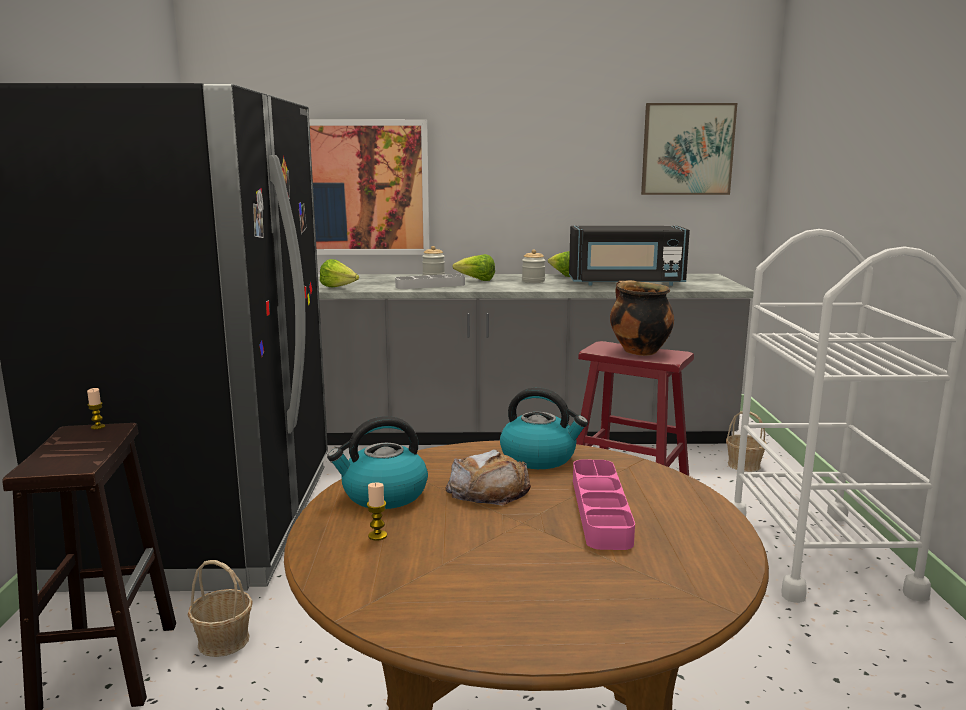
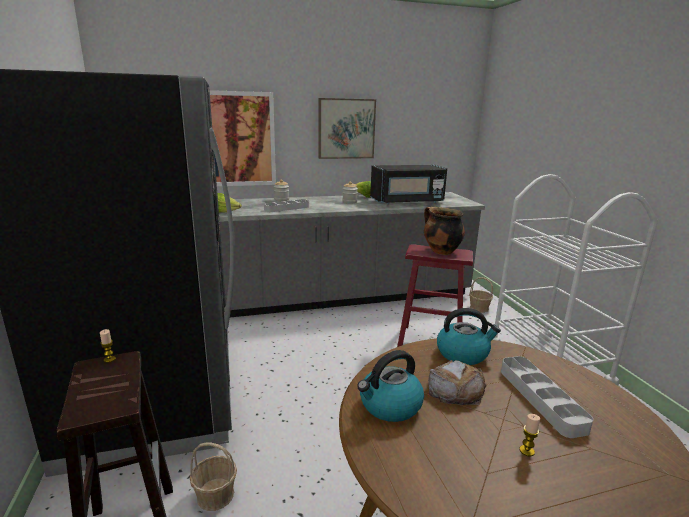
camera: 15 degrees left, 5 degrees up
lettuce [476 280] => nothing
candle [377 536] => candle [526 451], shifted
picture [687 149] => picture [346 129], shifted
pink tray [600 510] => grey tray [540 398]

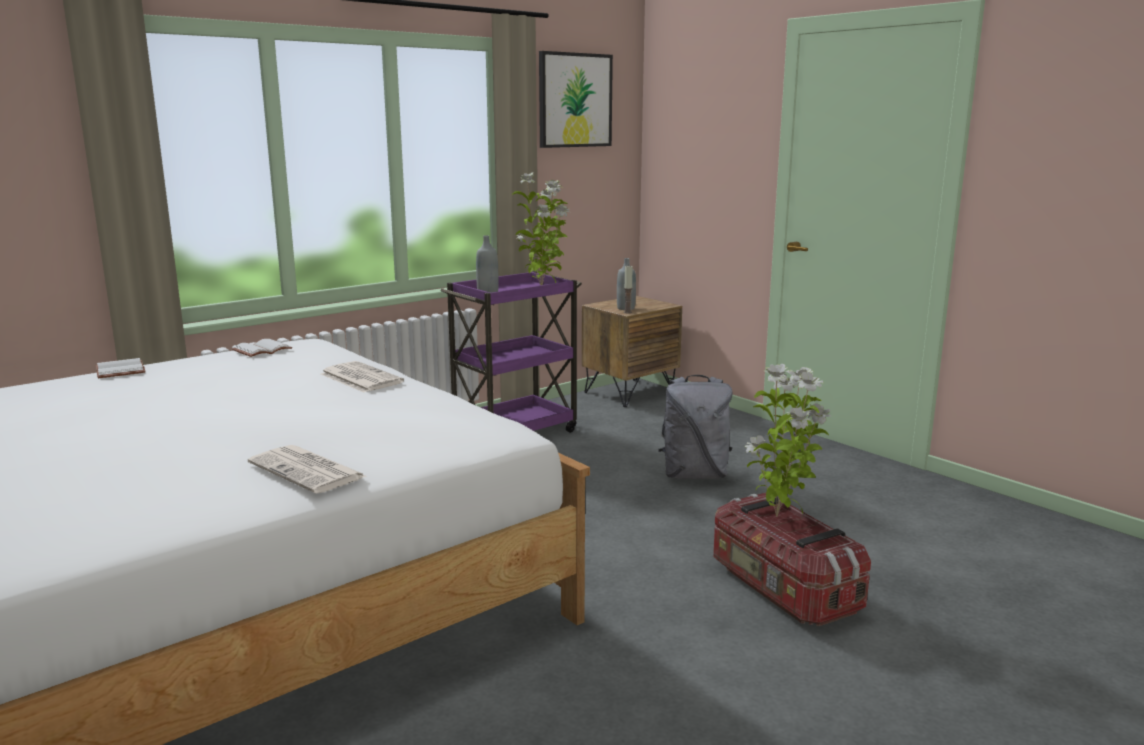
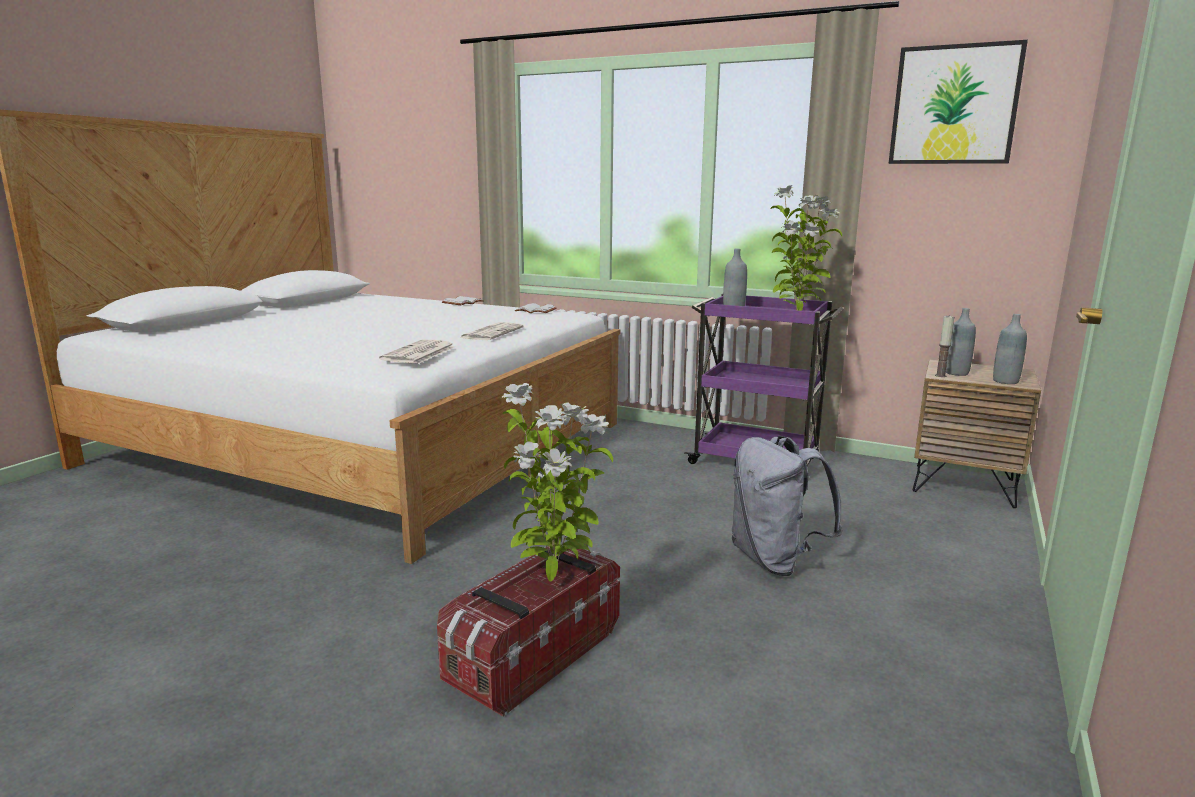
camera: 65 degrees right, 0 degrees up
nothing => grey bottle [1005 381]
newspaper [308 471] => newspaper [419 353], shifted

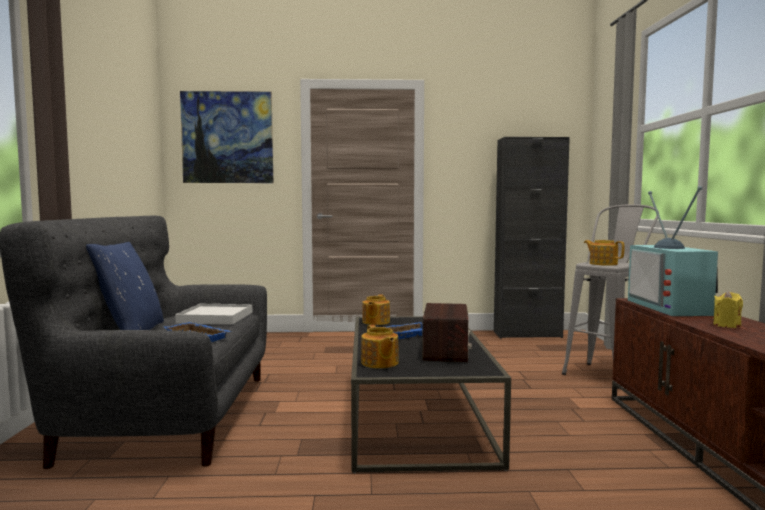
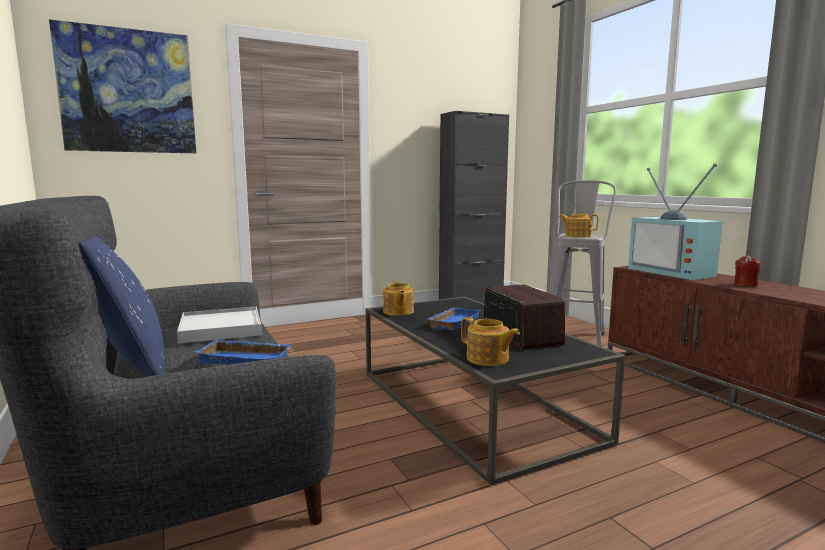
camera: 25 degrees left, 5 degrees up
yellow candle [726 325] => red candle [745 284]

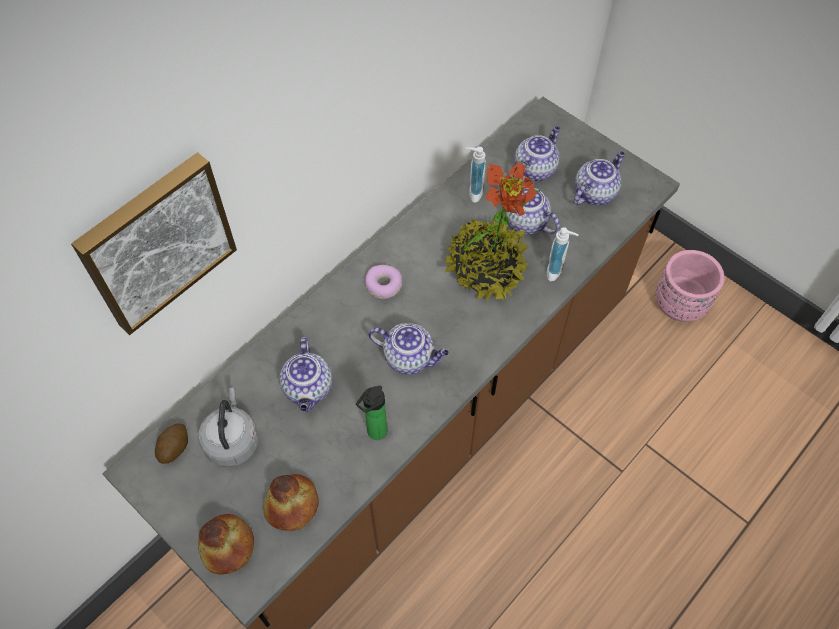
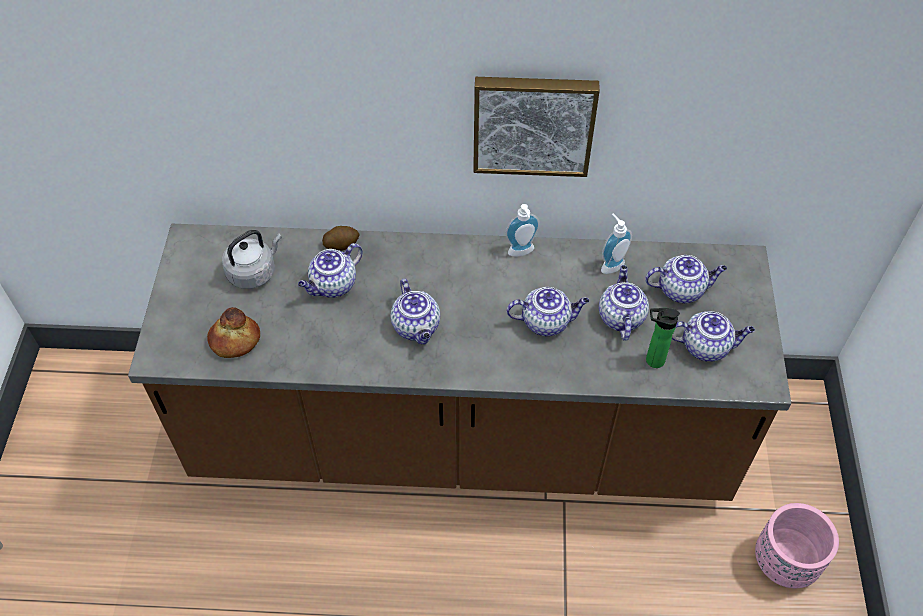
camera: 50 degrees right, 5 degrees down
bread [228 546] => nothing
donut [383 285] => nothing
picture [156 242] => picture [533 123], shifted
potato [174 447] => potato [341 244], shifted
bottle [375 433] => bottle [652 360], shifted
soap dispenser [557 271] => soap dispenser [522 253], shifted
potted plant [486 269] => teapot [546 321]

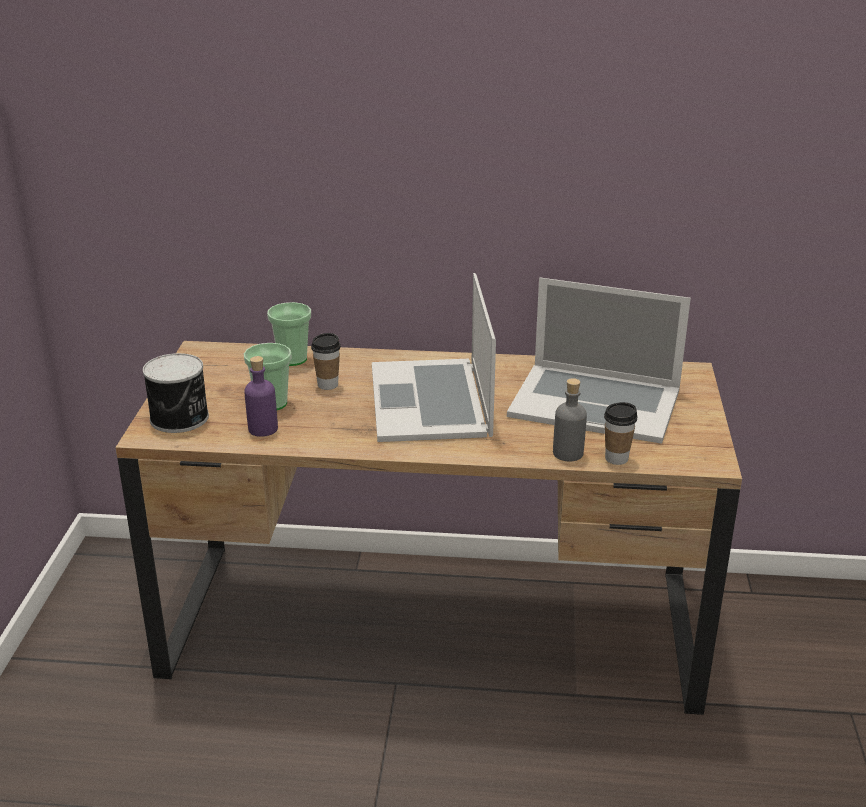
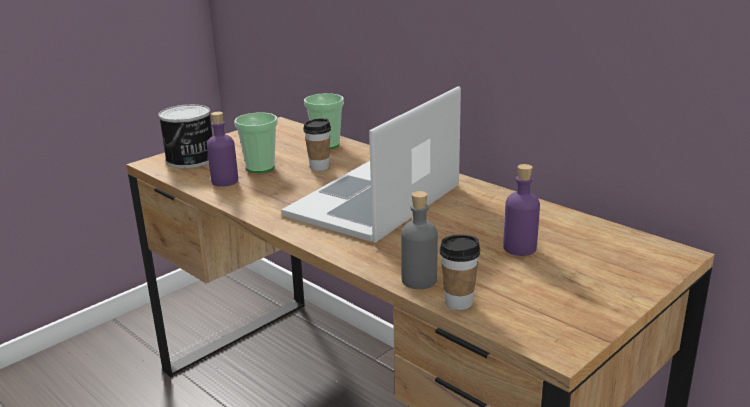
camera: 40 degrees right, 5 degrees down
laptop [595 402] => purple bottle [519 248]

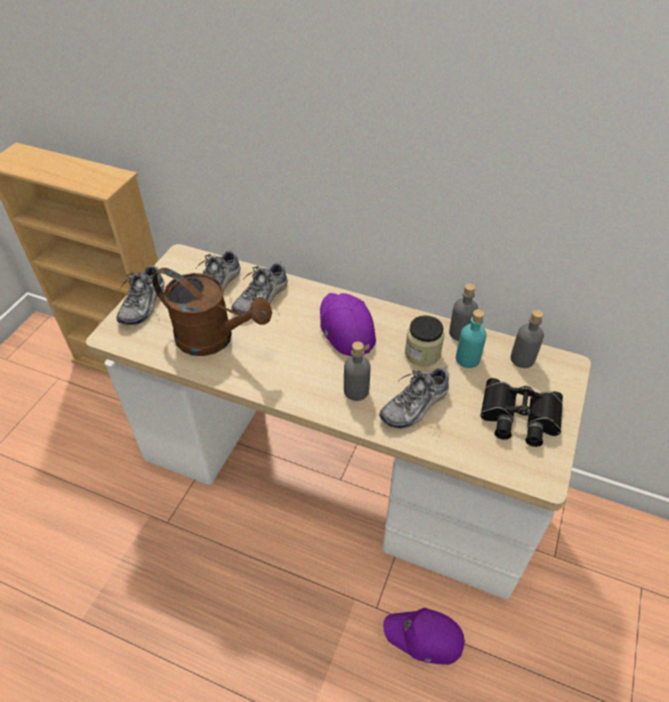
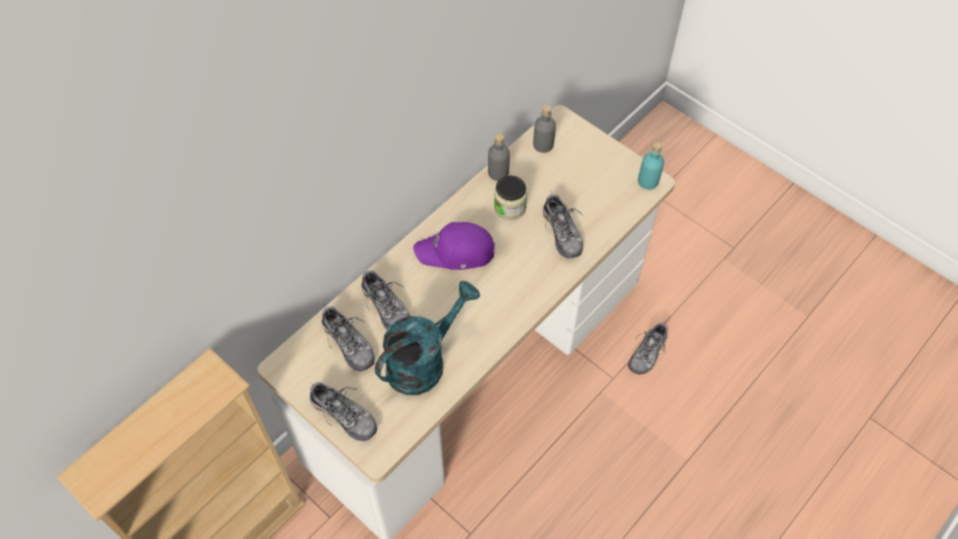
camera: 70 degrees left, 10 degrees up
grey bottle [356 391] => nothing
black binoculars [519 418] => nothing
turquoise bottle [467 359] => turquoise bottle [648 181], shifted
purple cap [424 638] => shoe [648 352]
brown watering can [214 339] => turquoise watering can [423 361]

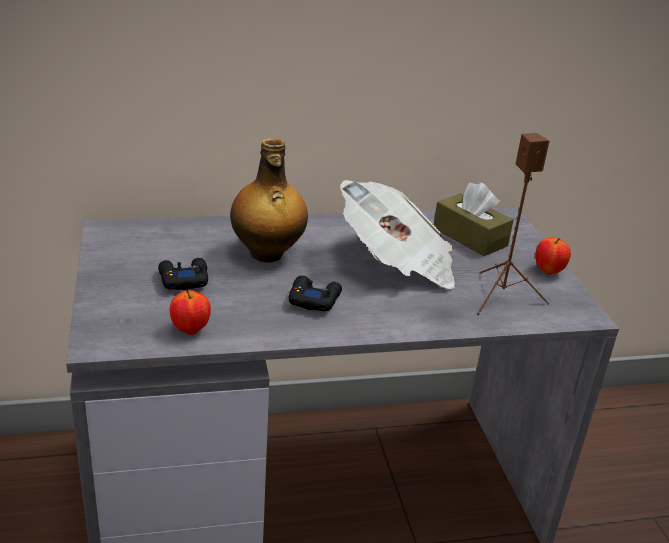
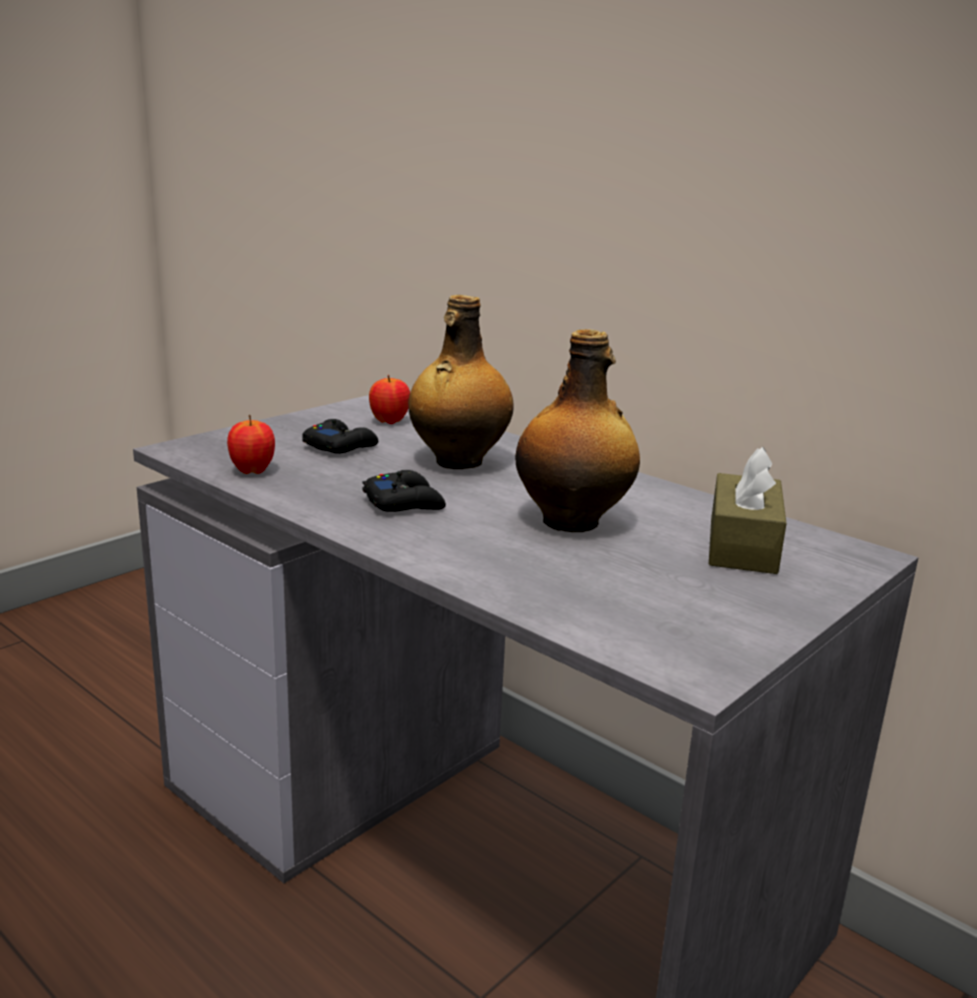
camera: 55 degrees right, 10 degrees down
brown speaker [503 296] => nothing
apple [548 271] => apple [389 422], shifted
newspaper [397 263] => bottle [573 522]

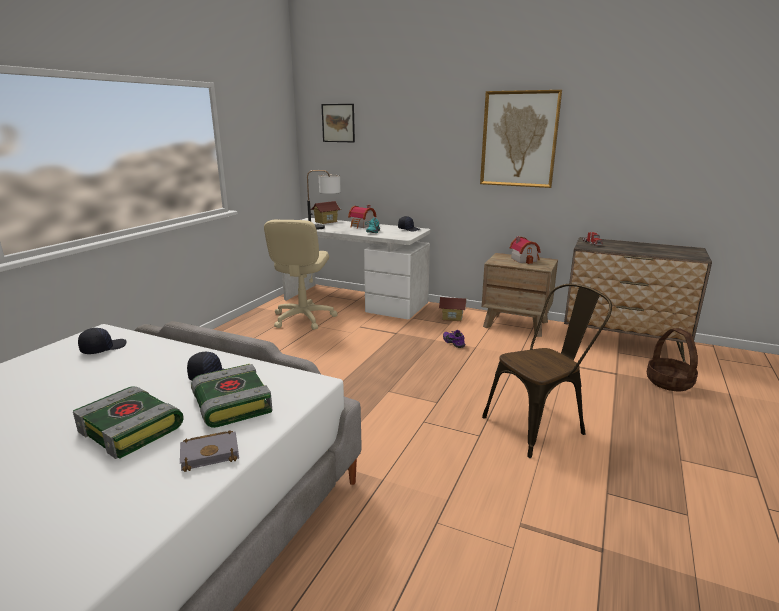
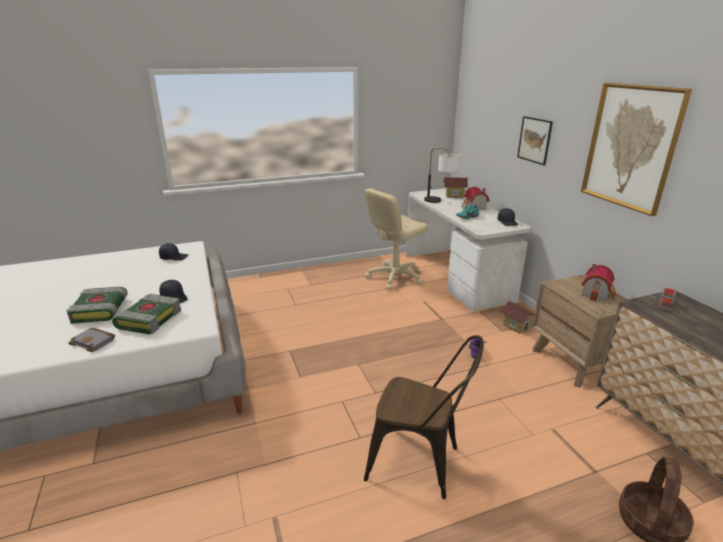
camera: 45 degrees right, 5 degrees up
picture [338 123] => picture [534 140], shifted

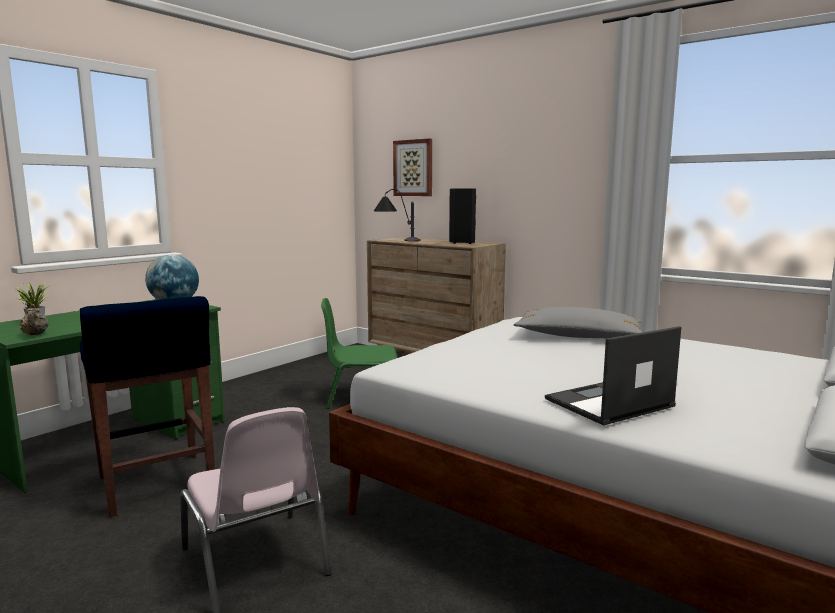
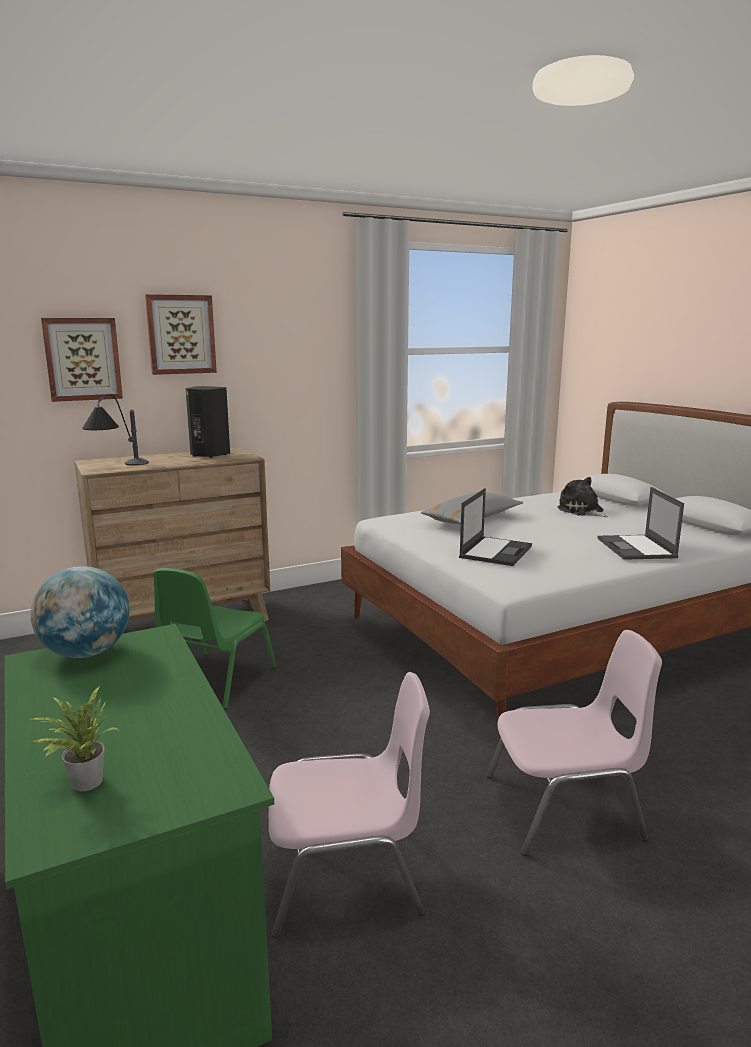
camera: 65 degrees left, 5 degrees up
beige teapot [35 335] => nothing
nothing => picture [181 334]
nothing => laptop [496 551]
nothing => plush toy [582 511]
blue stool [156 484] => pink chair [346 874]

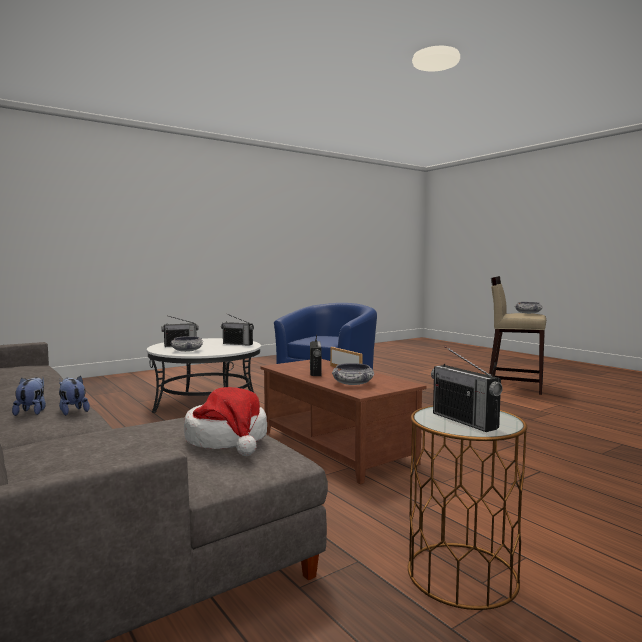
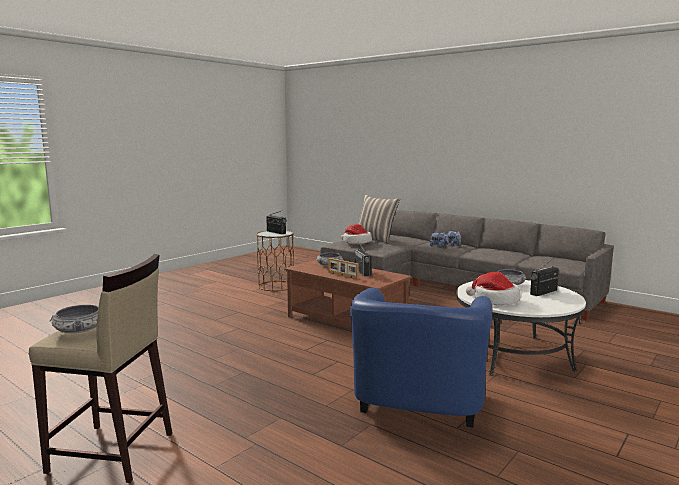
camera: 165 degrees right, 5 degrees up
nothing => pillow [376 239]
radio [238 344] => hat [494 300]

